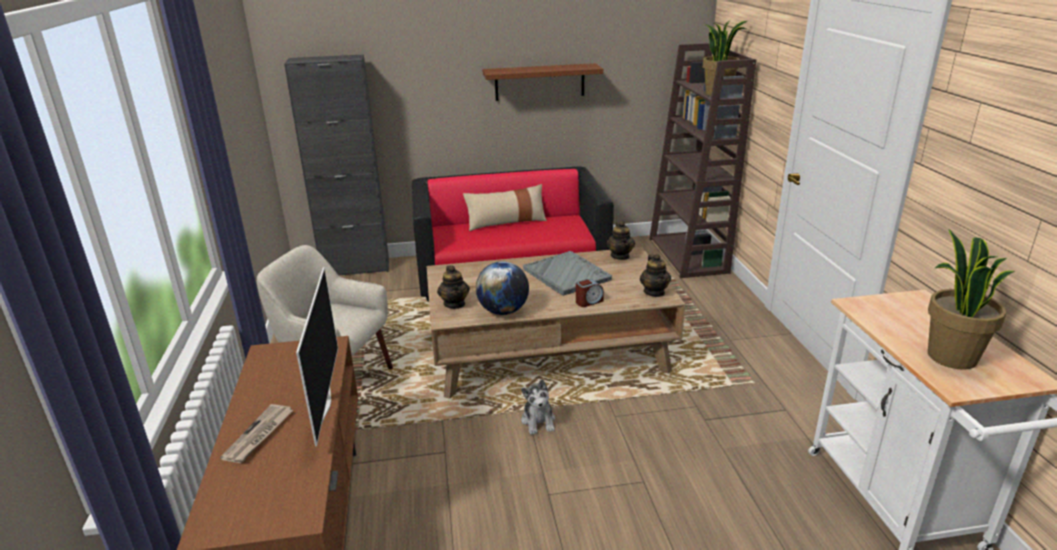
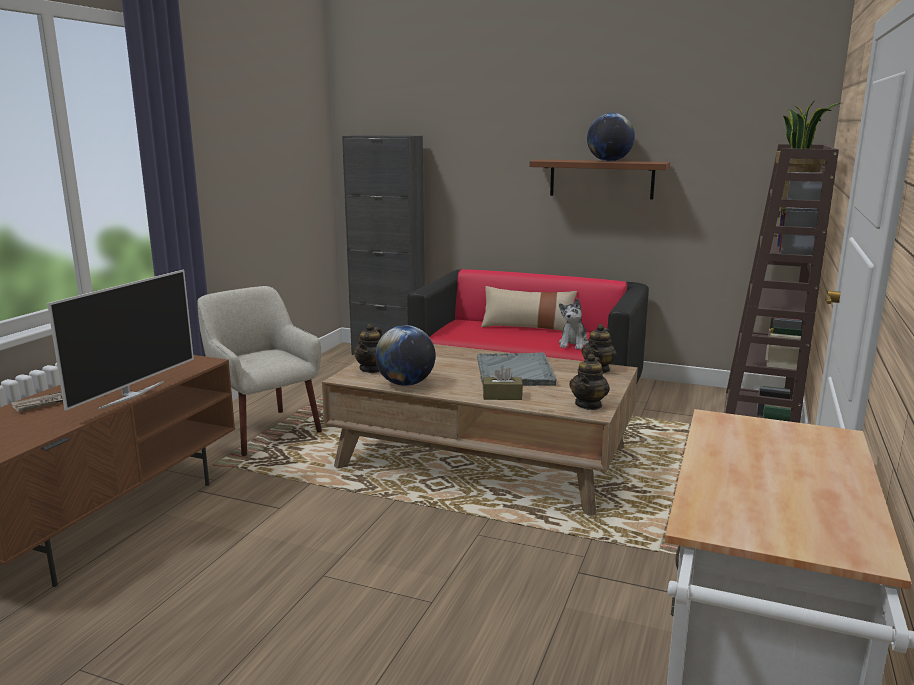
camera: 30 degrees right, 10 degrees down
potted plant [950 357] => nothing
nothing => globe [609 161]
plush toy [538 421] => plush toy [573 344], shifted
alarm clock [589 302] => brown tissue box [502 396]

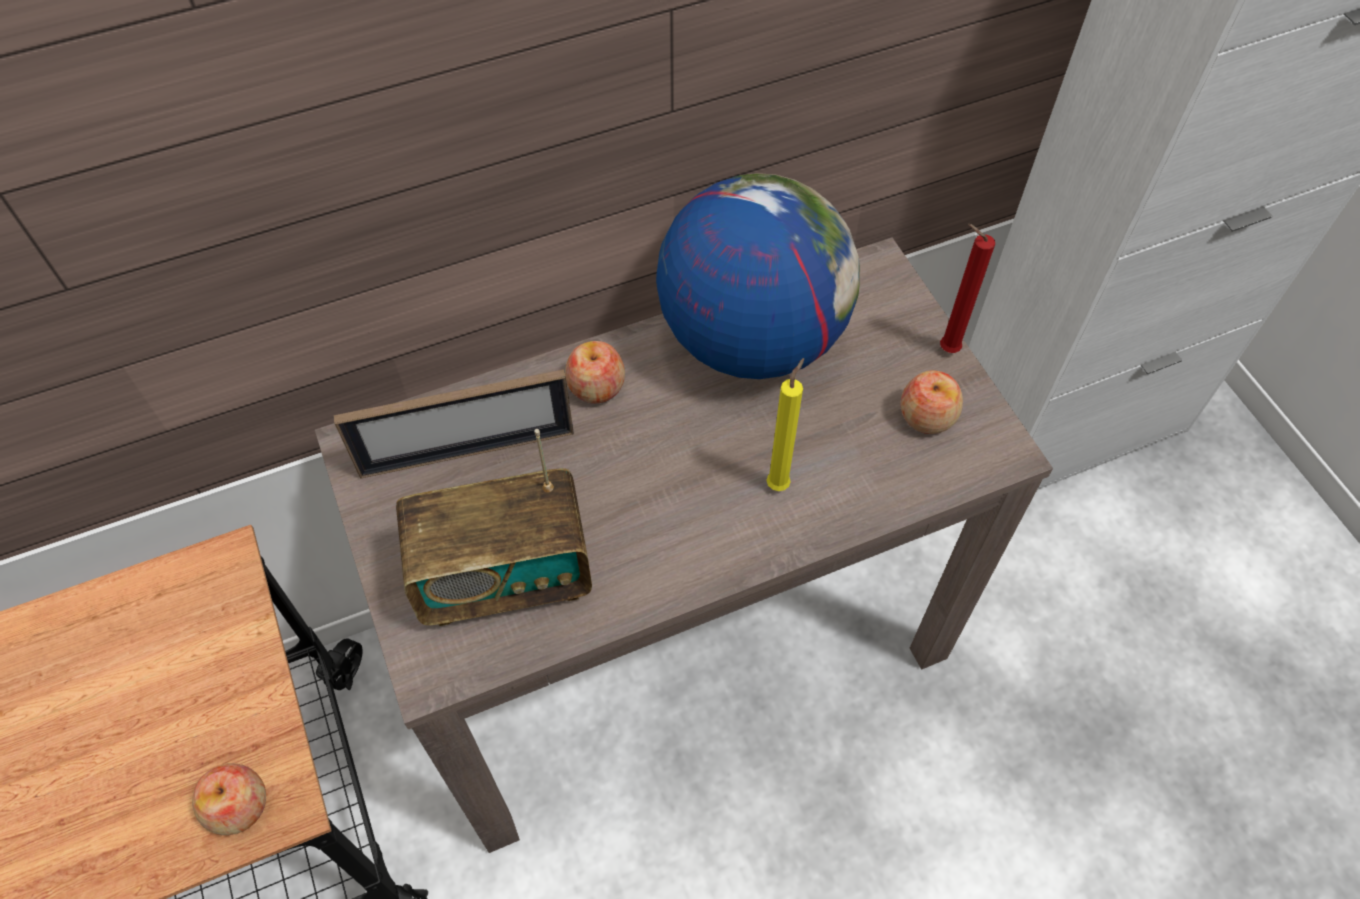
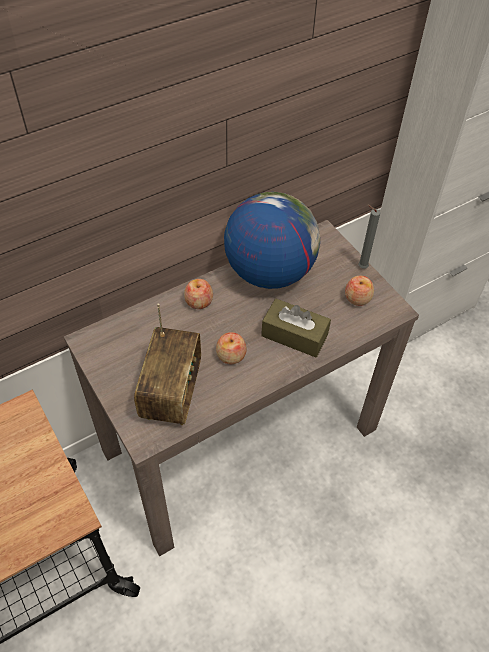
camera: 10 degrees left, 5 degrees down
picture frame [467 452] => nothing
apple [238 806] => apple [231 355], shifted
yellow candle [779 483] => brown tissue box [294 335]
red candle [945 349] => grey candle [360 267]
radio [504 577] => radio [171 393], 60 degrees counterclockwise

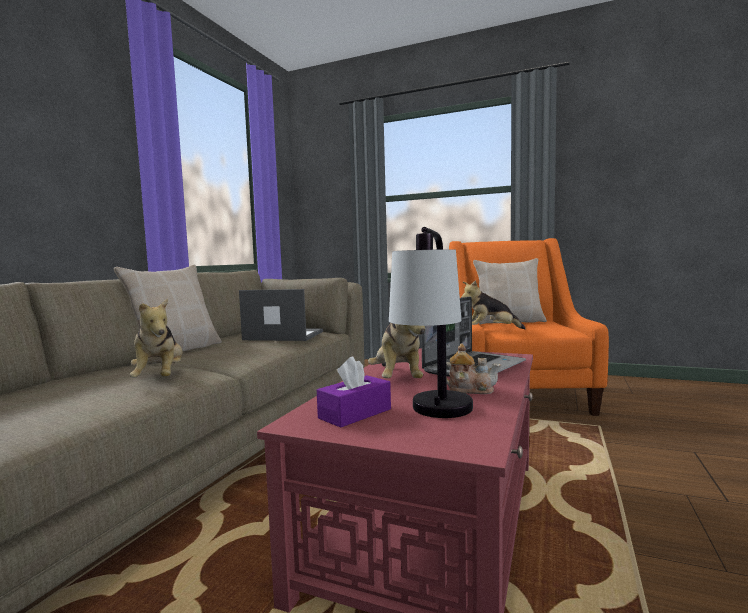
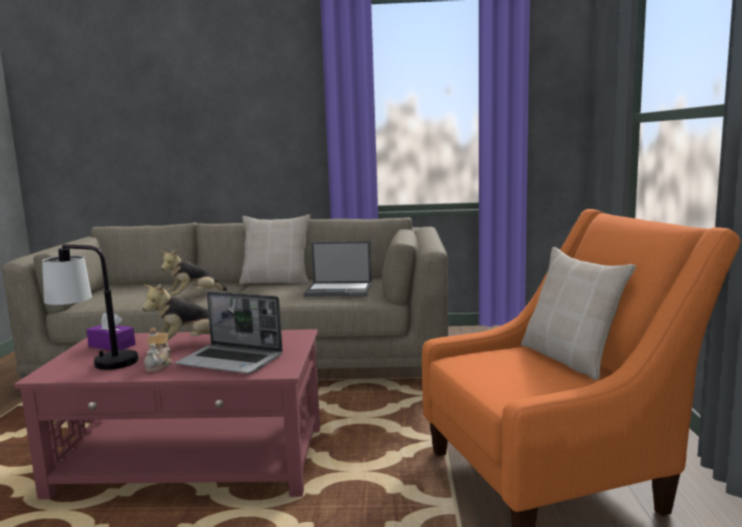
camera: 70 degrees right, 5 degrees up
plush toy [490 330] => nothing
laptop [282 336] => laptop [339 290], 105 degrees clockwise

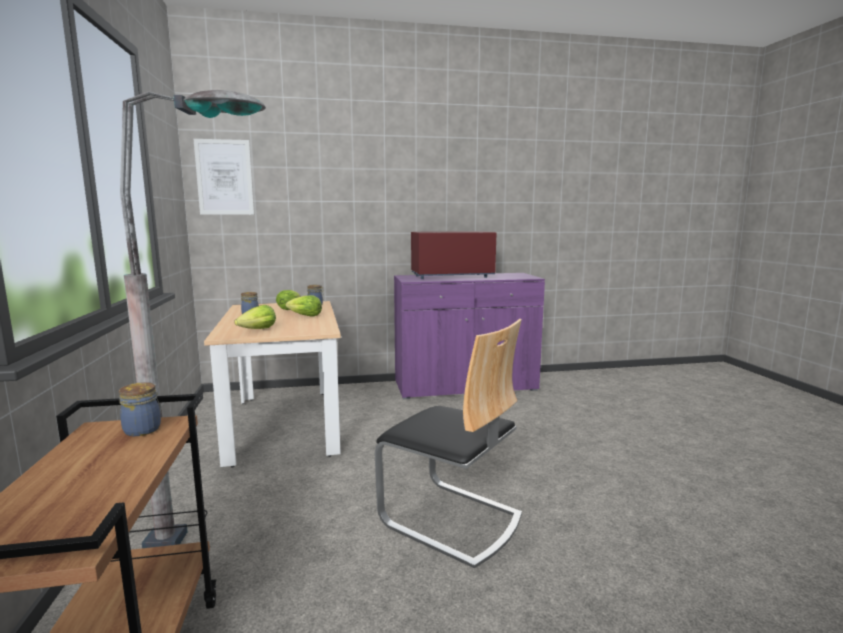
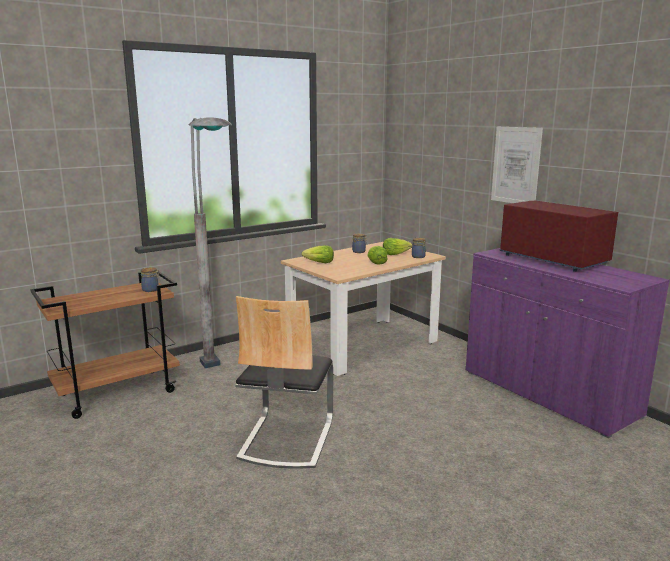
camera: 65 degrees right, 5 degrees up
picture [224 177] => picture [516 165], shifted

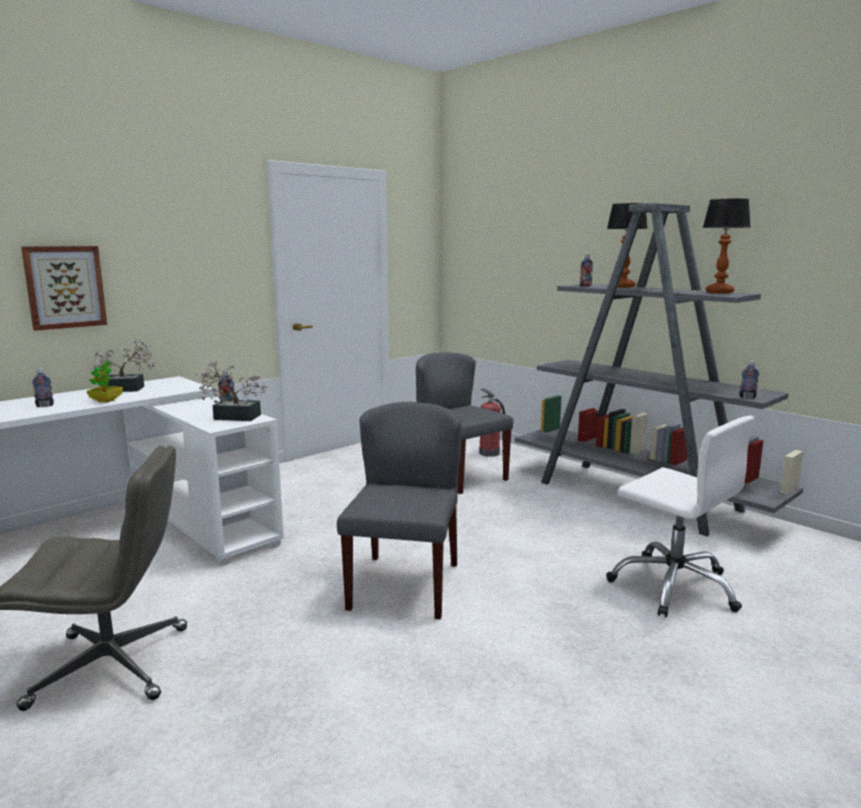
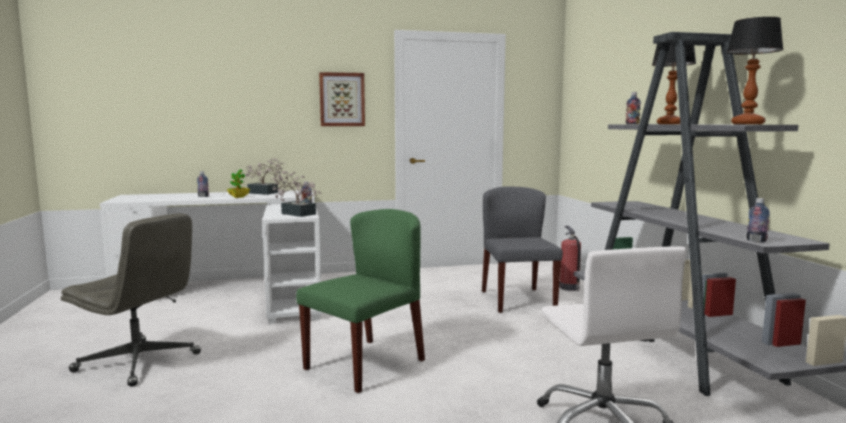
camera: 30 degrees right, 5 degrees down
picture [65 287] => picture [342 99], shifted
grey chair [404 585] => green chair [365 364]

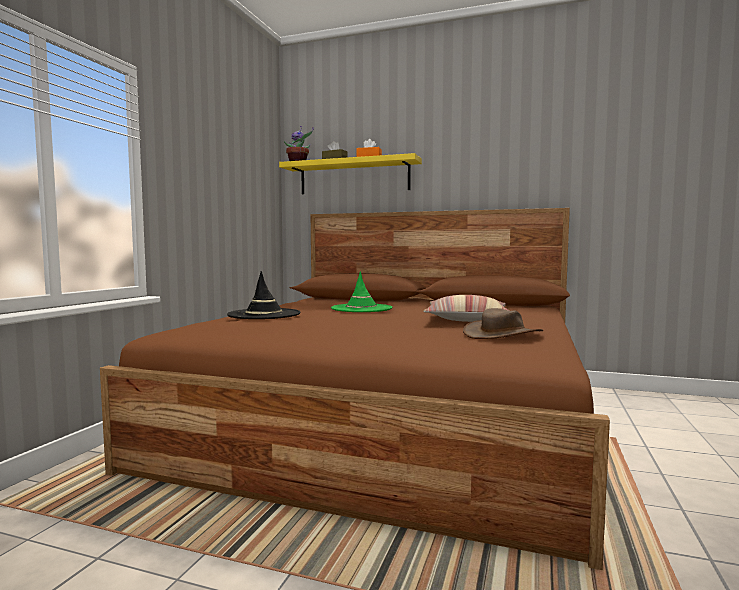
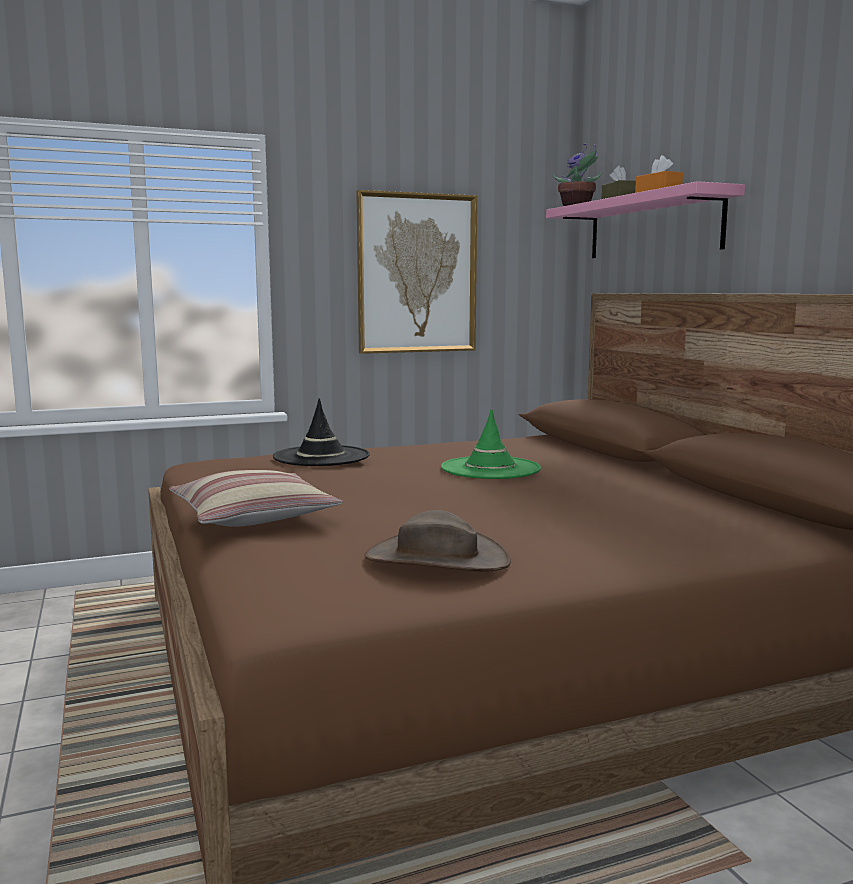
camera: 50 degrees right, 5 degrees up
nothing => picture [417 273]
pillow [466 319] => pillow [254 516], shifted
yellow shelf [354 177] => pink shelf [652 227]

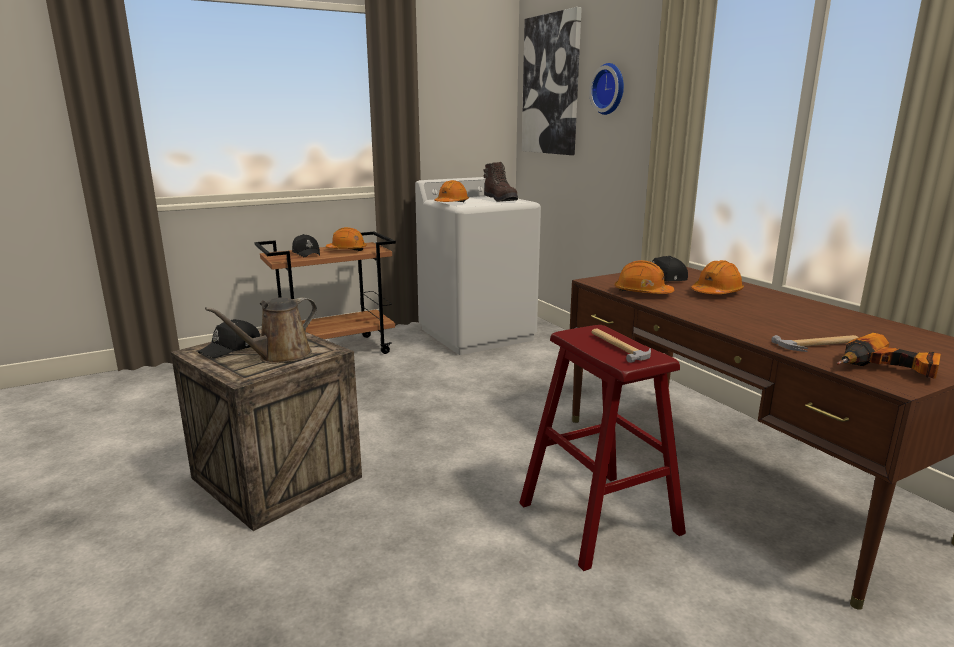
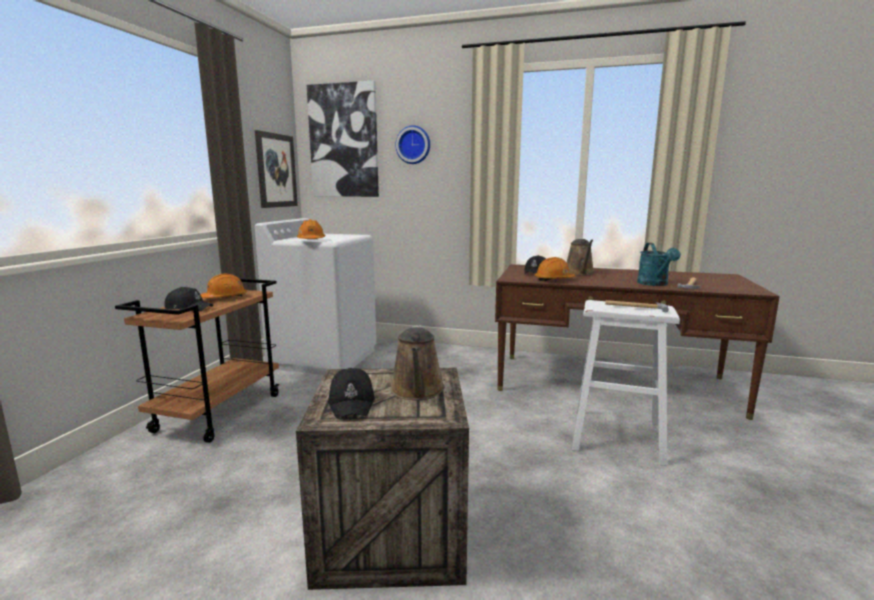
camera: 45 degrees left, 5 degrees down
brown boot [501 200] => nothing
power drill [886 371] => nothing
nothing => picture [276 170]
nothing => turquoise watering can [655 284]
orange hard hat [716 293] => brown watering can [580 273]
red stool [599 518] => white stool [616 435]

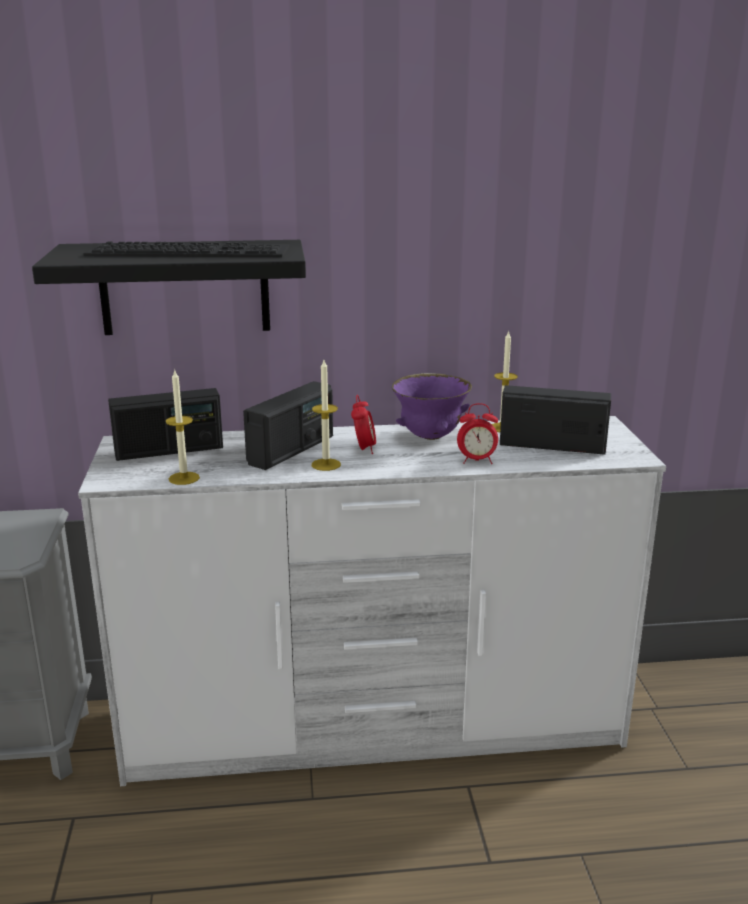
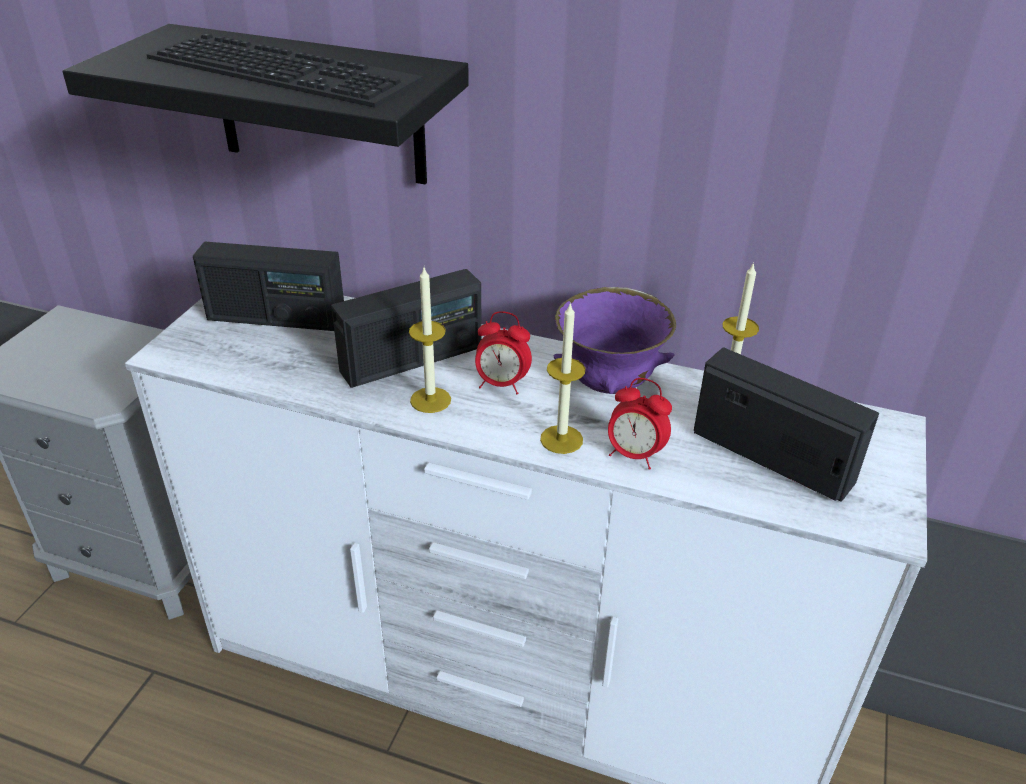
camera: 25 degrees right, 15 degrees up
candle [184 478] => candle [561 439], shifted
alarm clock [364 449] => alarm clock [501 384], 75 degrees clockwise

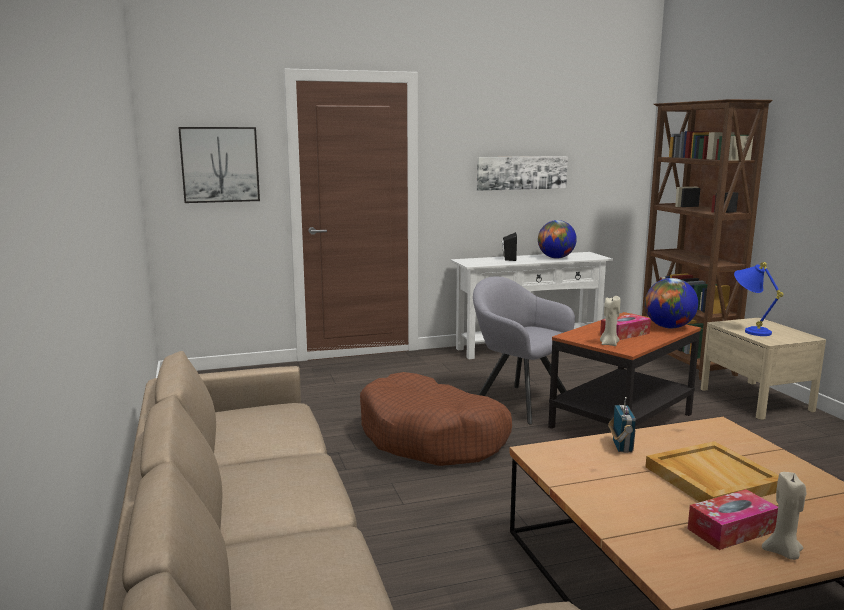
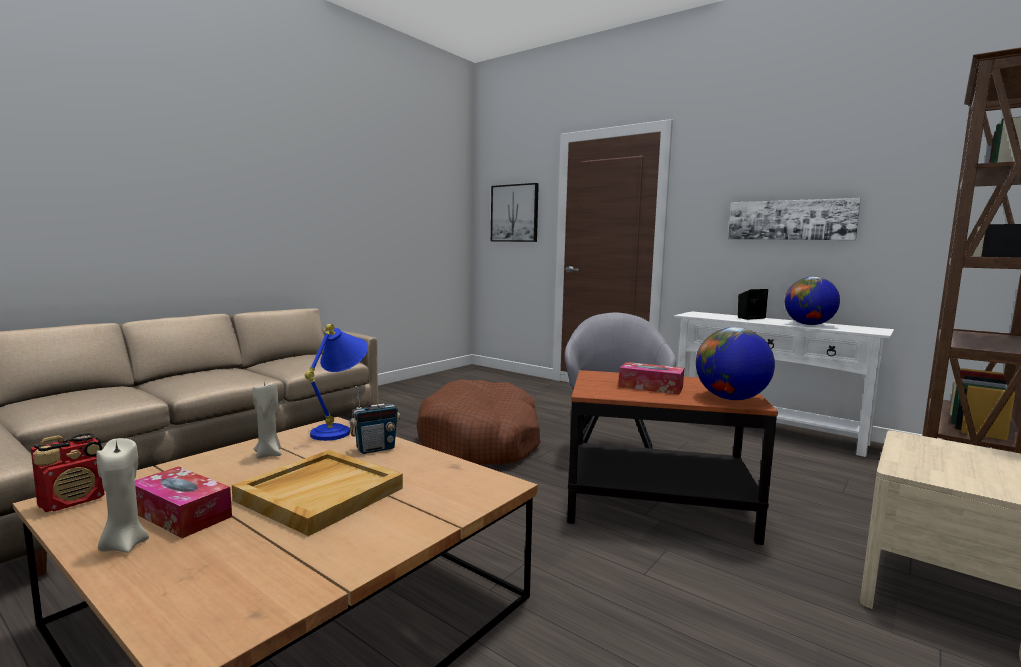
camera: 55 degrees right, 5 degrees down
nothing => radio [74 501]
beige candle [609 344] => beige candle [269 454], shifted
blue table lamp [749 330] => blue table lamp [340 429], shifted

